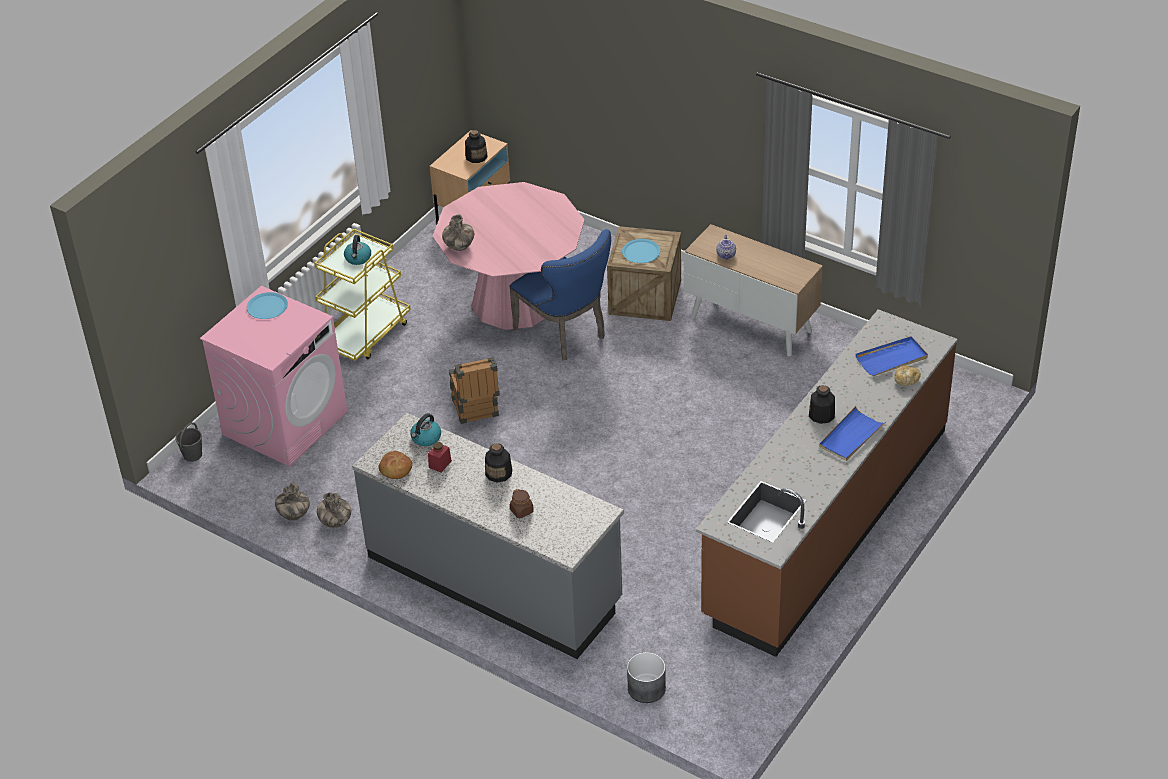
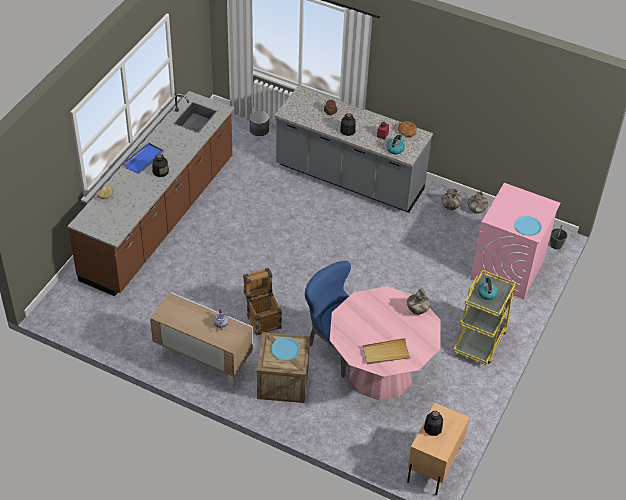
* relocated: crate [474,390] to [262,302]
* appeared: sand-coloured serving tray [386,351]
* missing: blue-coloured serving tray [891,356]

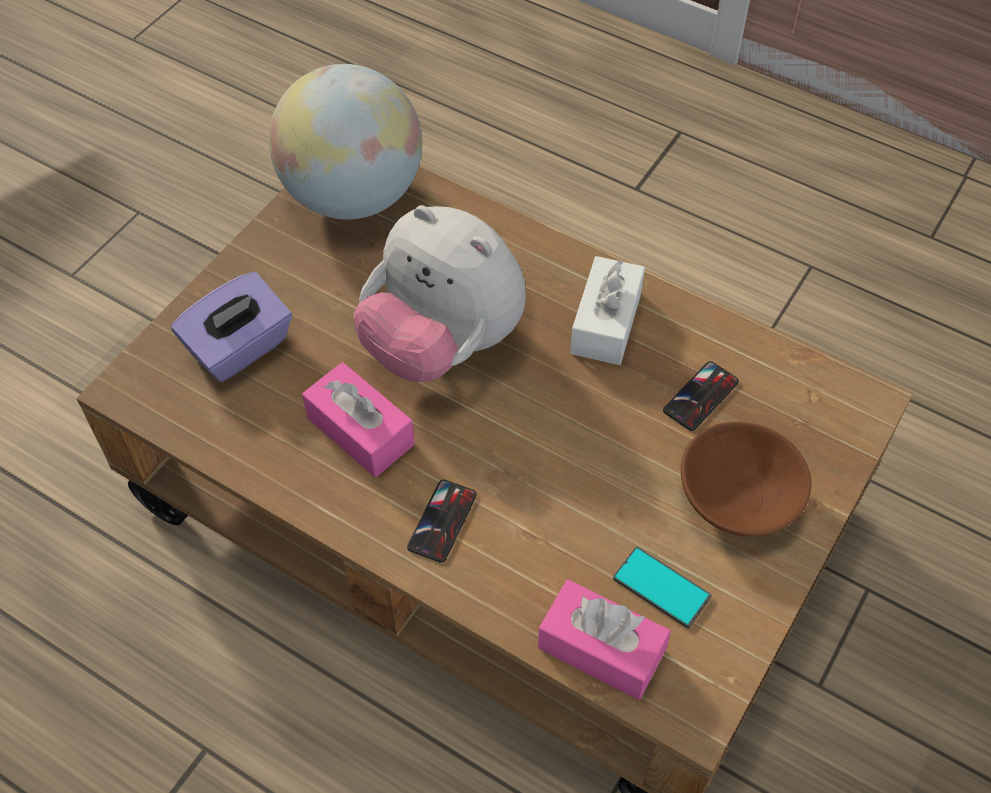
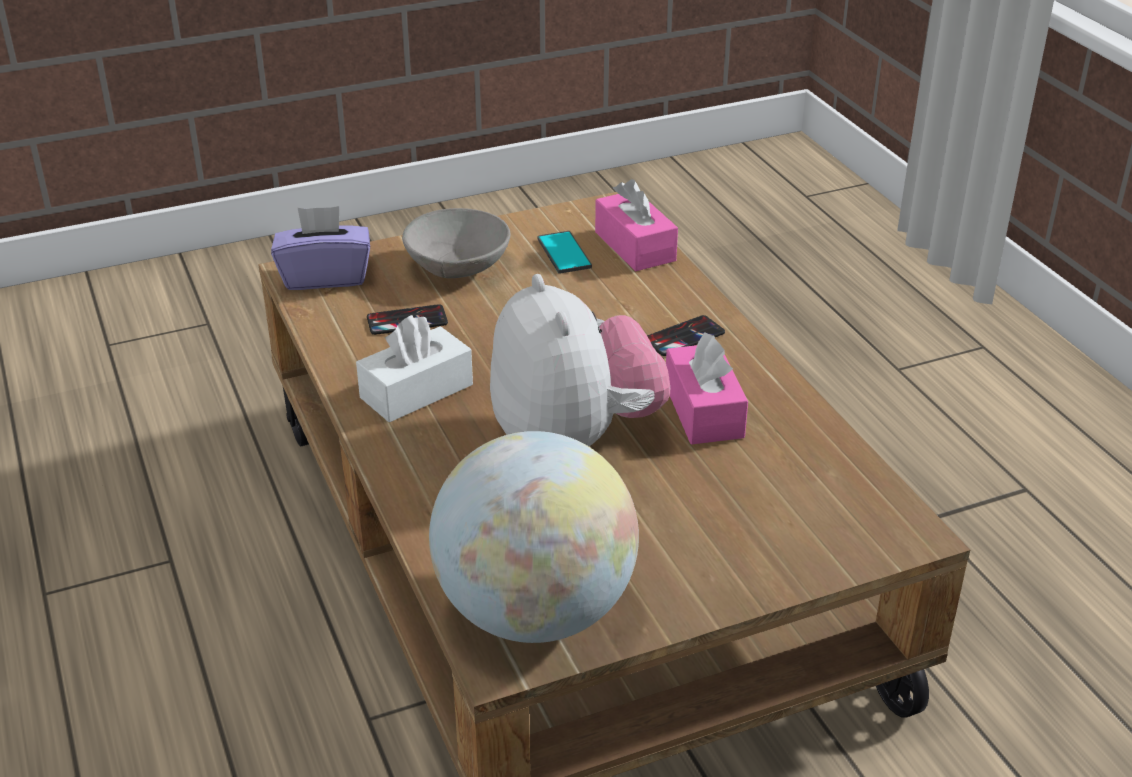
* relocated: purple tissue holder [231,327] to [320,248]
* colour: brown-coloured deep dish [746,479] to gray deep dish [456,243]

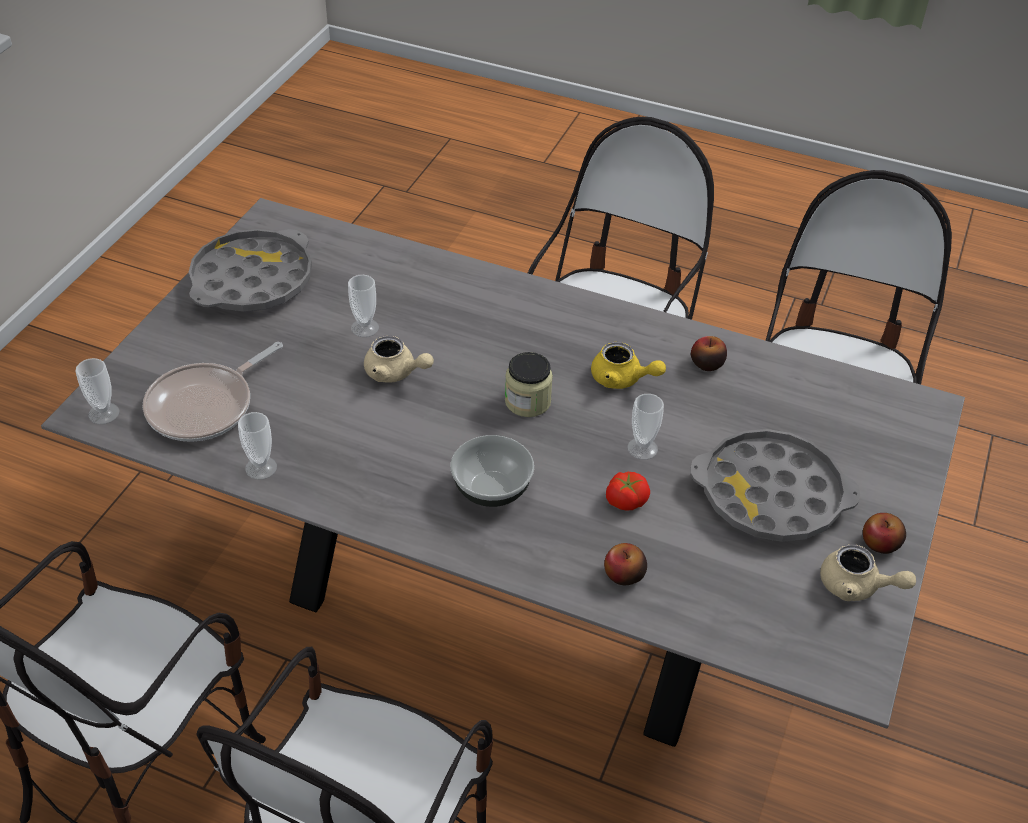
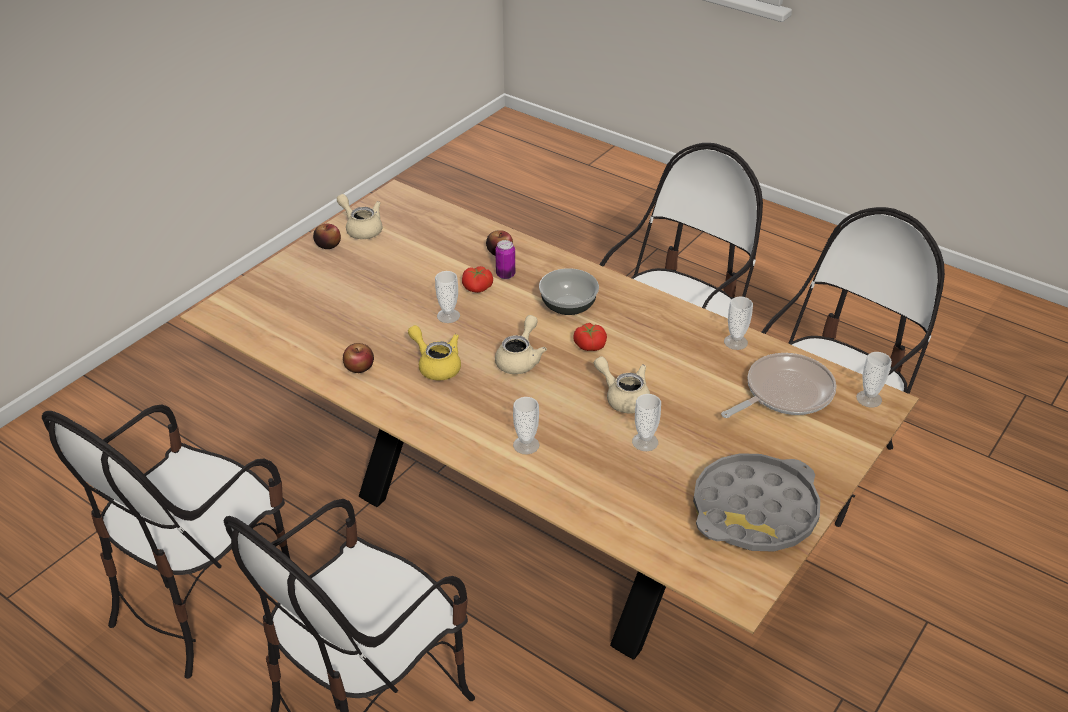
* colour: gray dining table [503,472] to brown-coloured dining table [549,420]
* appeared: metal can [505,259]
* exchanged: preserve jar [529,384] to sand-coloured tea pot [521,344]
* appeared: small cup [526,426]
* appeared: tomato [590,337]
* missing: gray serving tray [775,485]

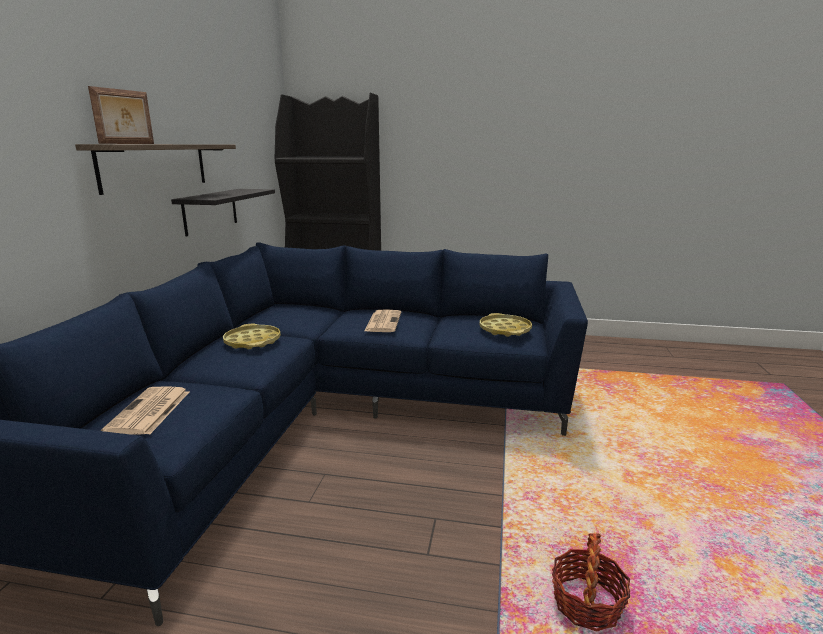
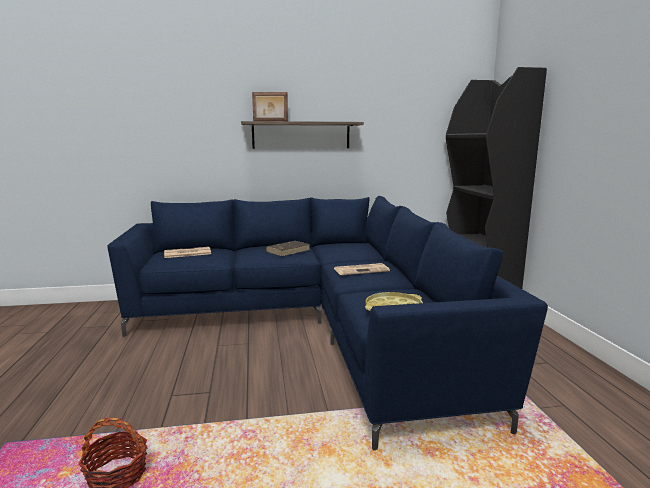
* exchanged: yellow serving tray [252,336] to brown-coloured volume [288,248]
* missing: black-coloured wall shelf [223,213]

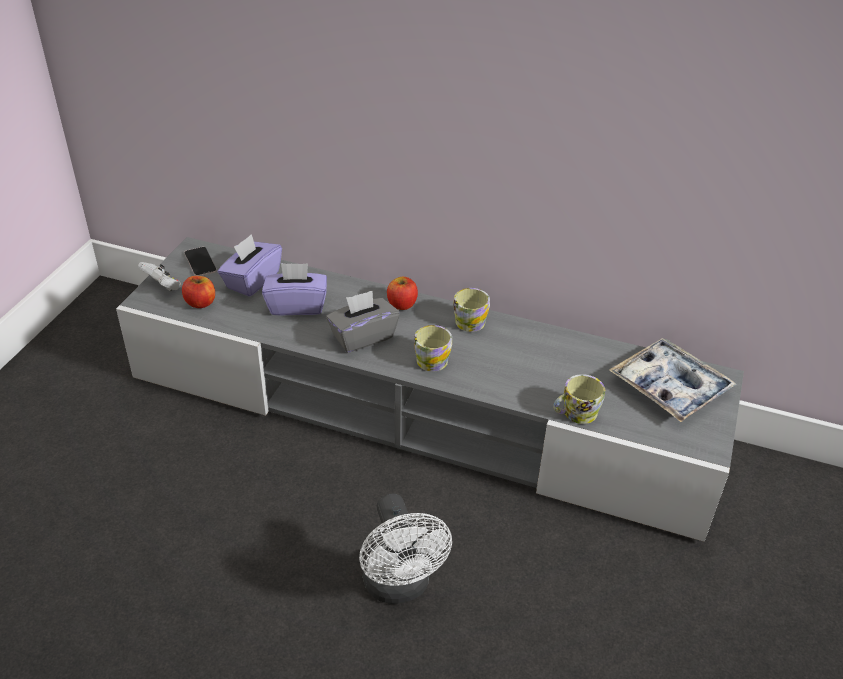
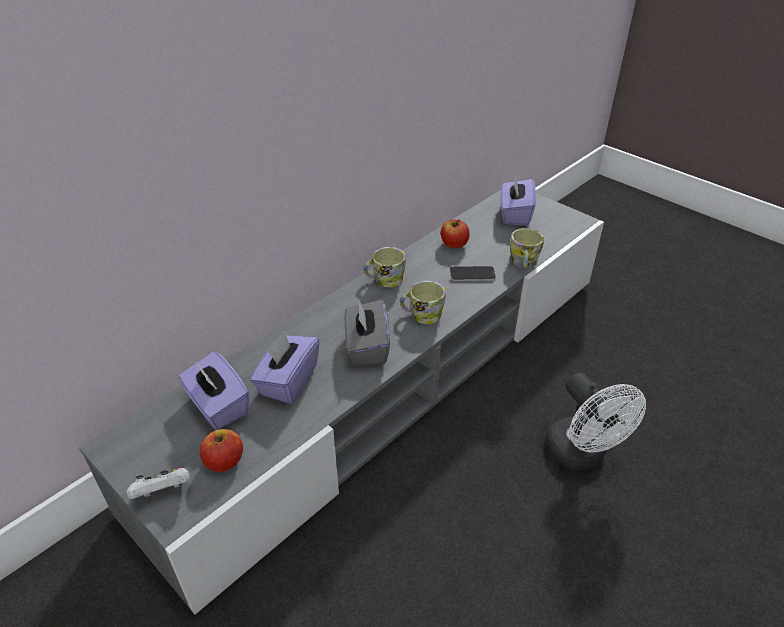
* relocated: whole apple [402,293] to [455,234]
* relocated: telephone [200,261] to [473,273]
* exchanged: serving tray [673,380] to purple tissue holder [518,200]
* spun: white-coloured fan [405,549] = [595,422] 60 degrees clockwise

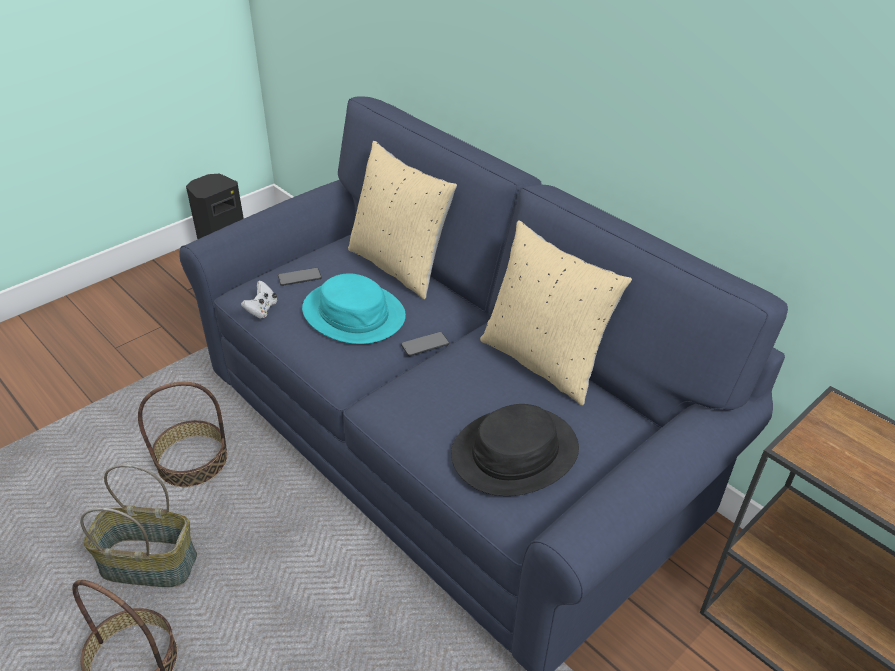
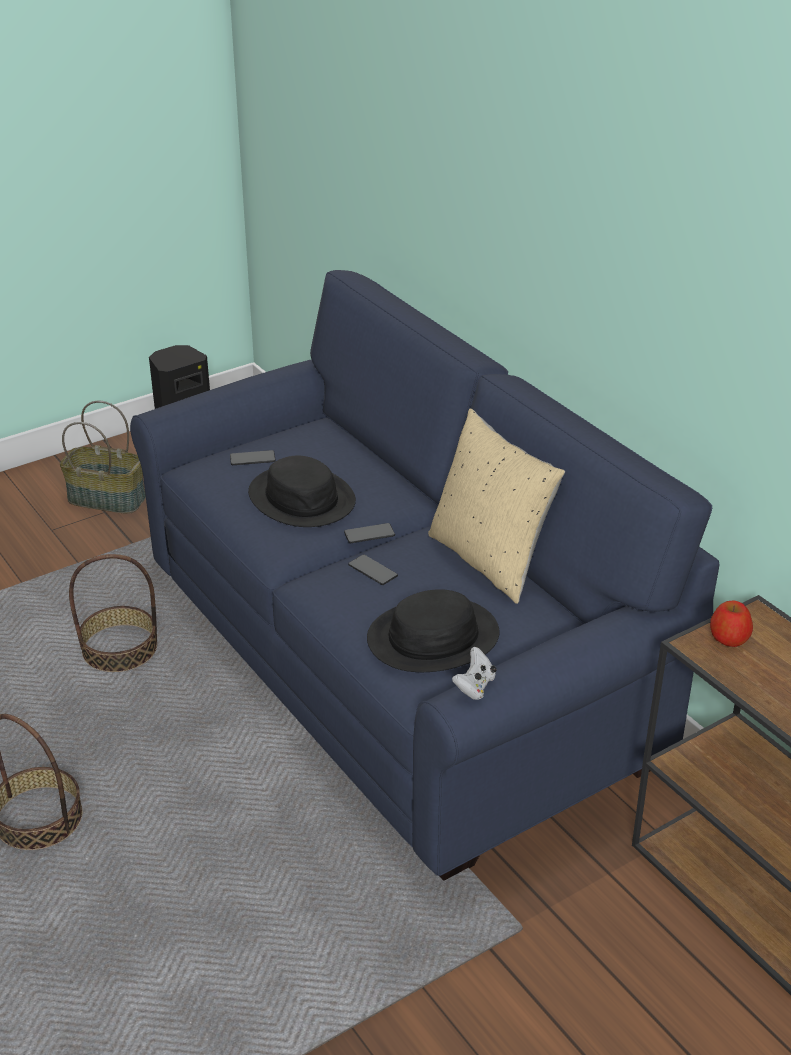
* relocated: storage basket [138,525] to [103,457]
* colour: turquoise-coloured hat [354,308] to black-coloured hat [302,491]
* appeared: telephone [373,569]
* relocated: white-coloured gamepad [259,300] to [474,673]
* appeared: whole apple [731,623]
* missing: sand-coloured cushion [402,220]

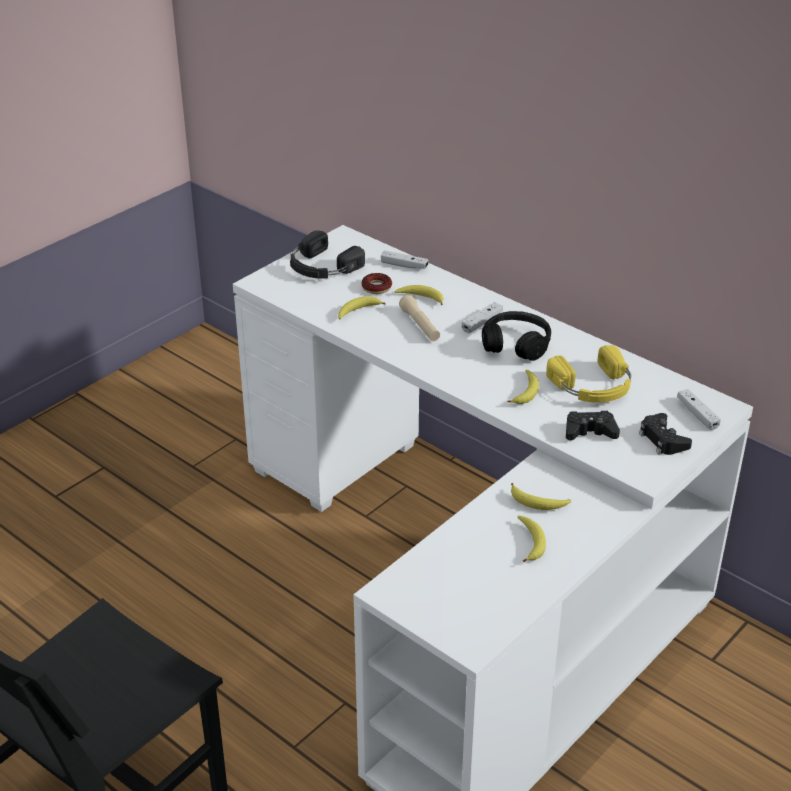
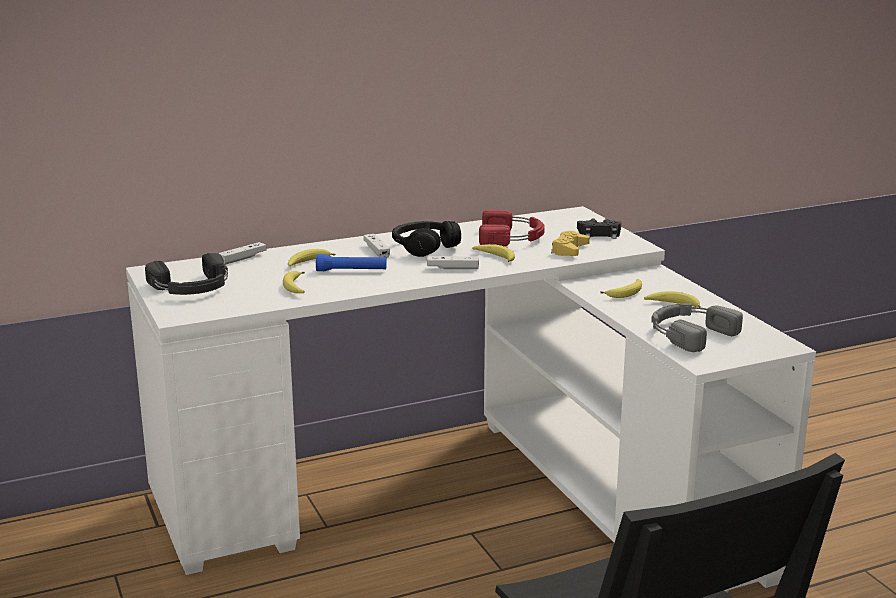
* colour: sand-coloured torch [419,318] to blue-coloured torch [351,262]
* relocated: white-coloured gamepad [699,409] to [453,262]
* colour: yellow headphones [588,374] to red-coloured headphones [512,227]
* colour: black-coloured gamepad [593,425] to yellow gamepad [570,243]
* appeared: gray headphones [697,327]
* missing: donut [376,283]

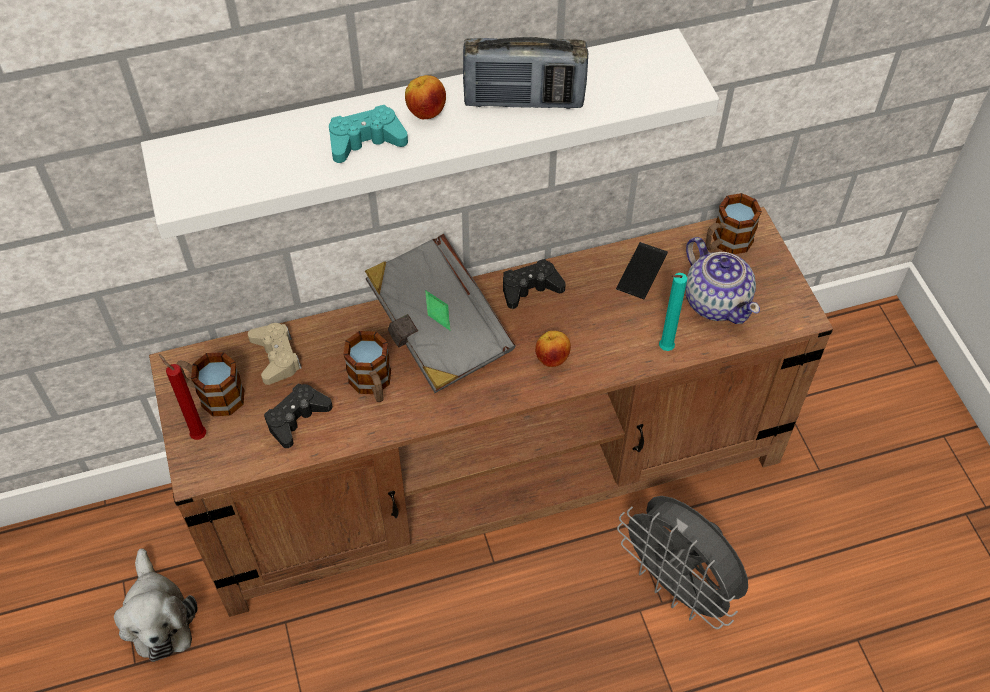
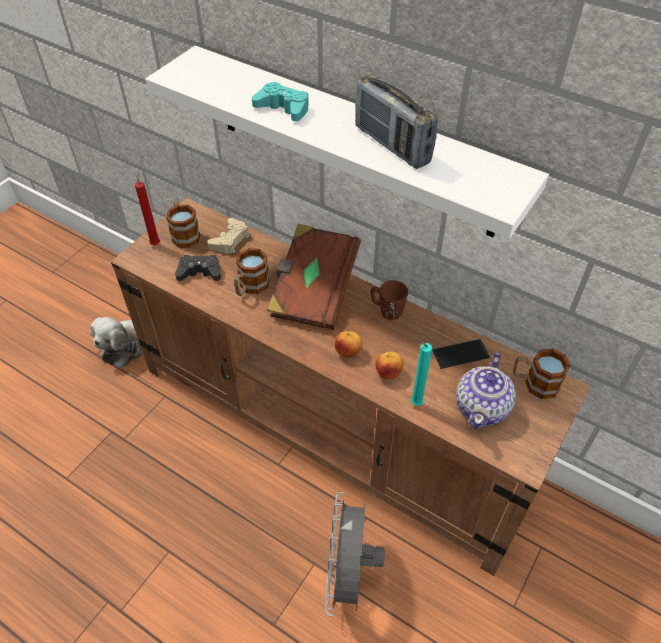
* colour: gray volume [440,313] to brown-coloured volume [314,276]
* exchanged: black-coloured gamepad [534,284] to brown-coloured mug [389,300]
* relocated: whole apple [425,97] to [389,365]

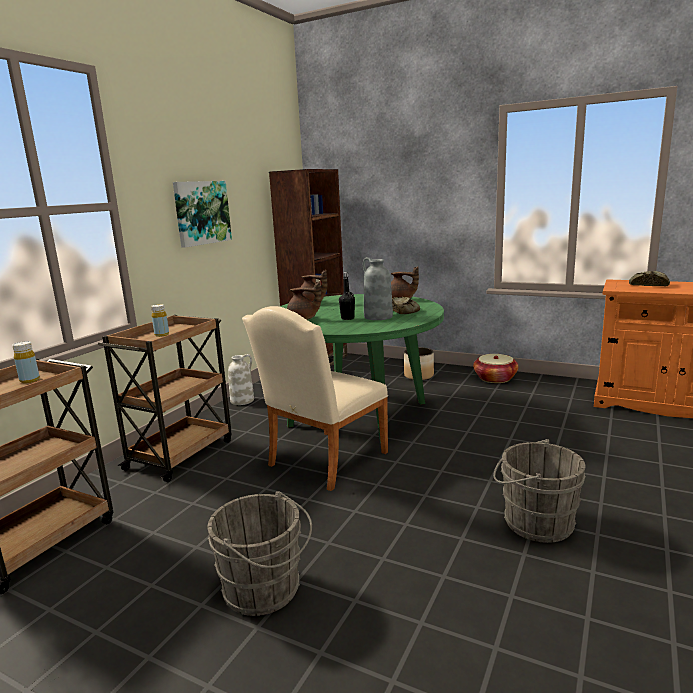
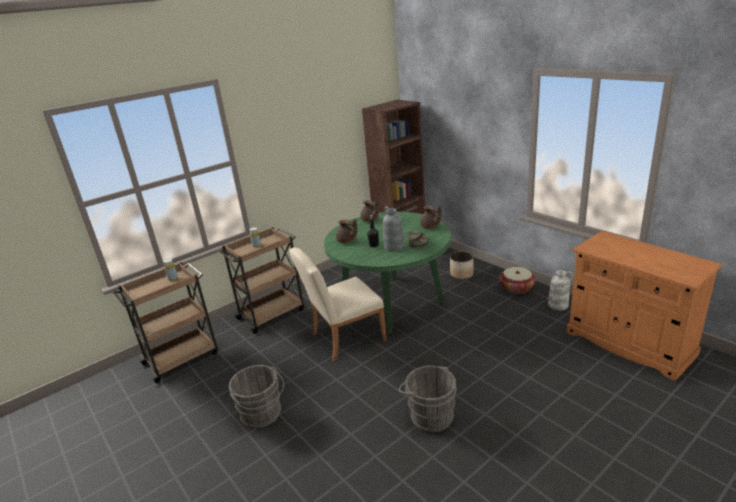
* relocated: white-coloured flower vase [241,379] to [560,290]
* missing: wall picture [202,214]
* missing: baked bread [649,278]

